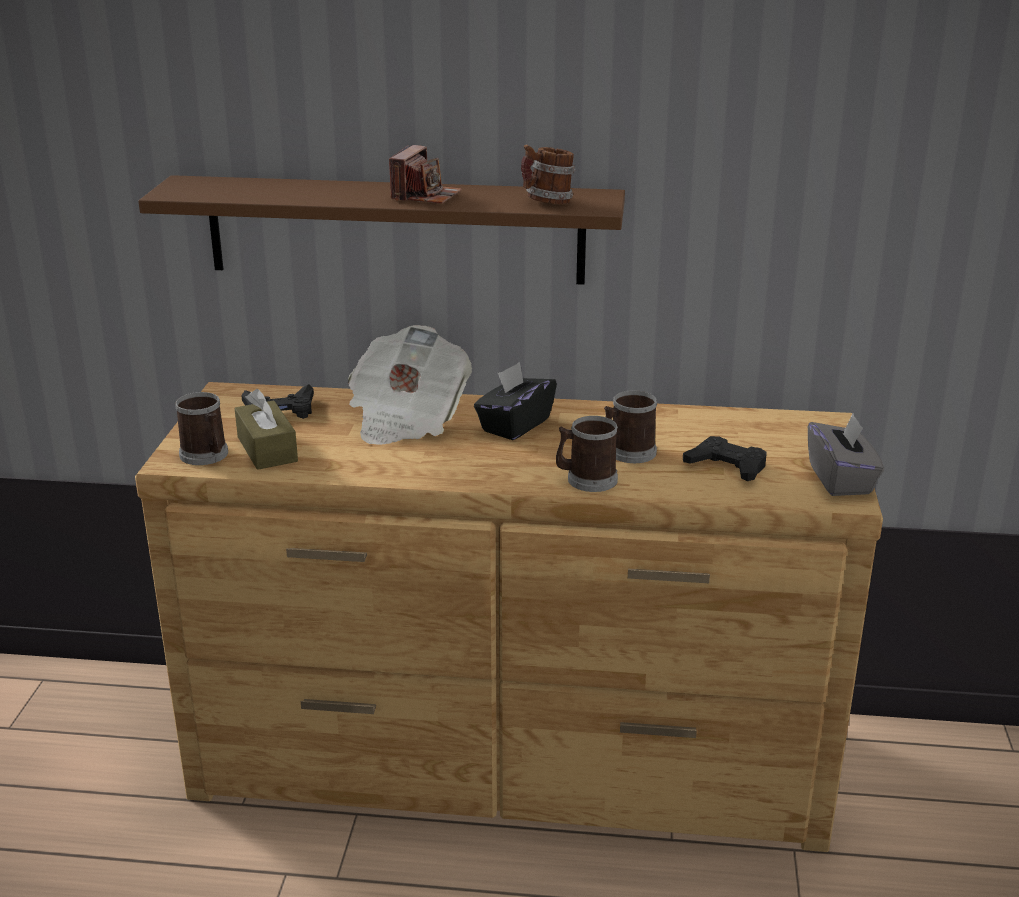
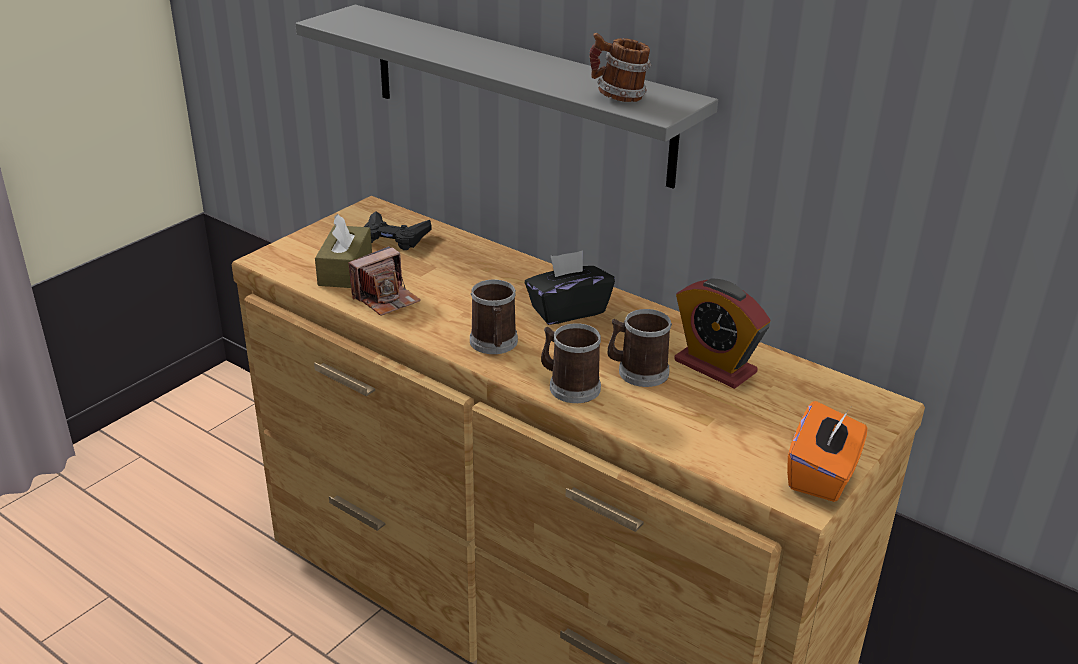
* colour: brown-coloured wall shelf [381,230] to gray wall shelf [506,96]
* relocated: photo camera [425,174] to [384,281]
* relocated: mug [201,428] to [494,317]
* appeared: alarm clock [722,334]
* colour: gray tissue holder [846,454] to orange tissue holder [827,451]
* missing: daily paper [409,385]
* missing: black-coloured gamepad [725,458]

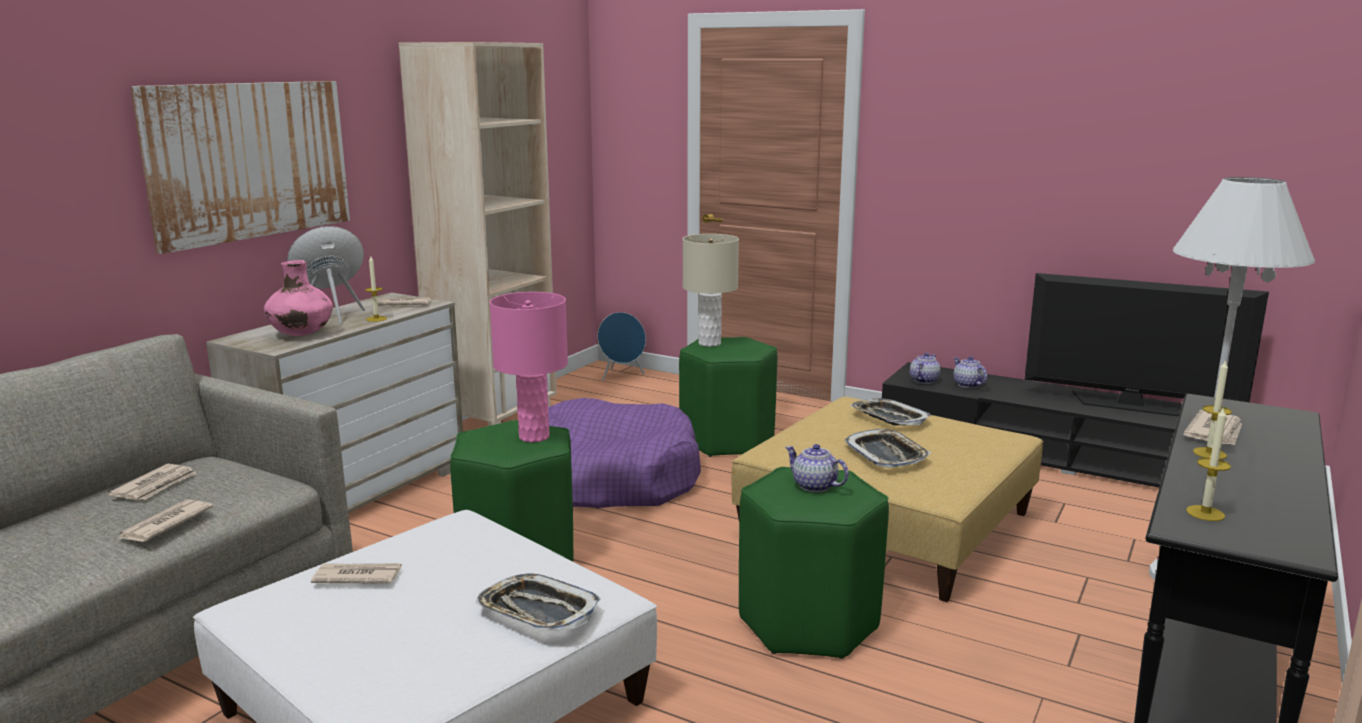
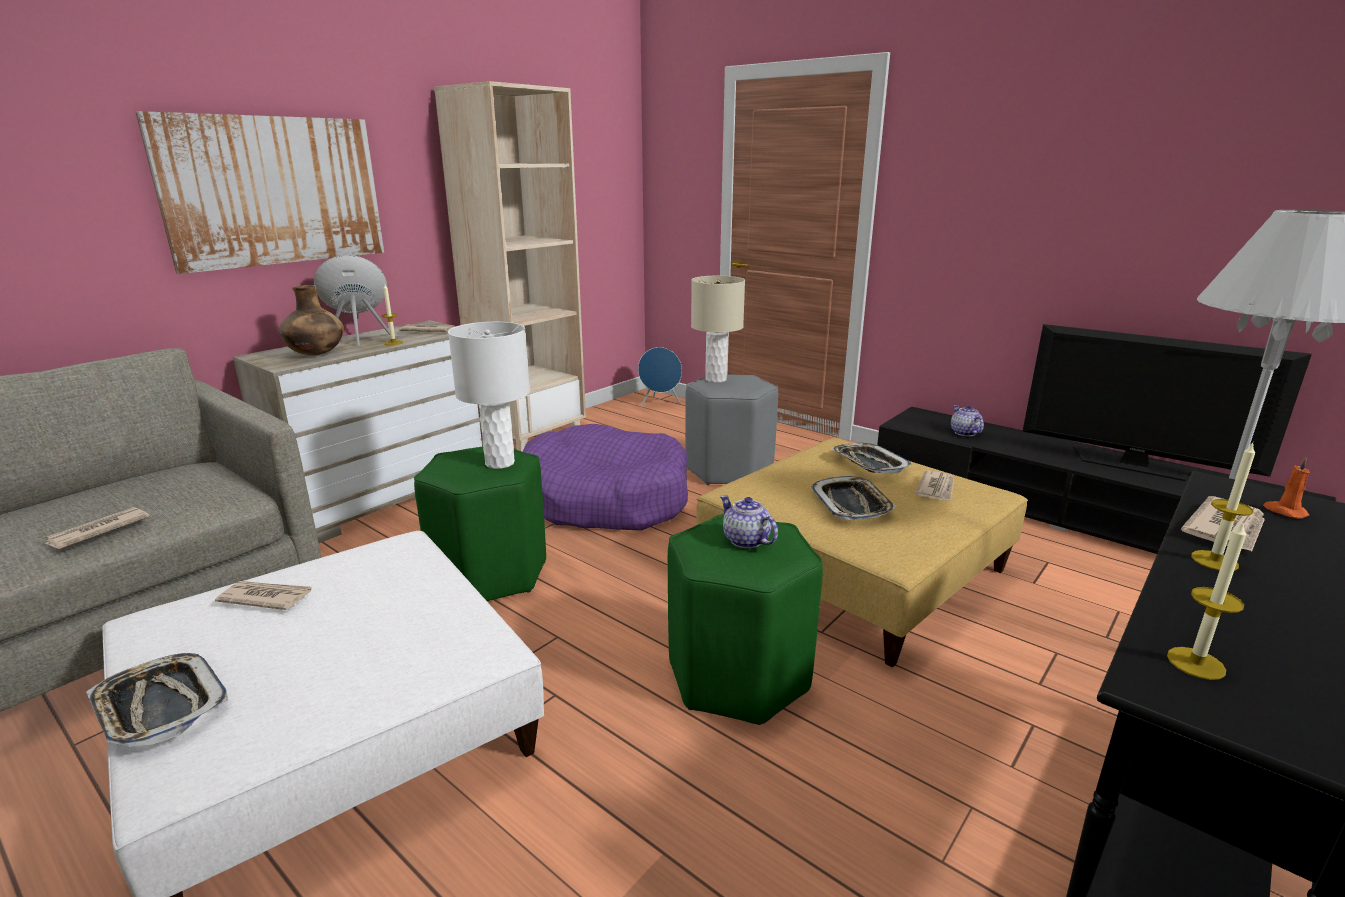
* relocated: serving tray [538,602] to [157,700]
* colour: pinkish flower vase [298,298] to brown-coloured flower vase [311,320]
* colour: pinkish lamp for a table [528,367] to white-coloured lamp for a table [489,395]
* colour: green stool seat [728,397] to gray stool seat [731,430]
* relocated: daily paper [152,482] to [934,485]
* appeared: orange wax candle [1286,488]
* missing: tea pot [925,368]

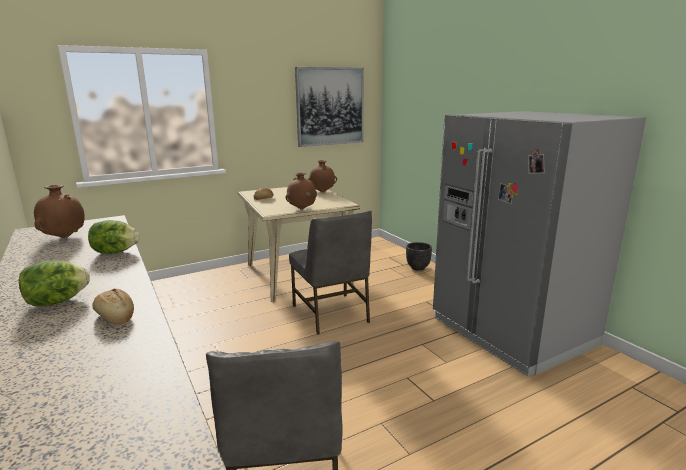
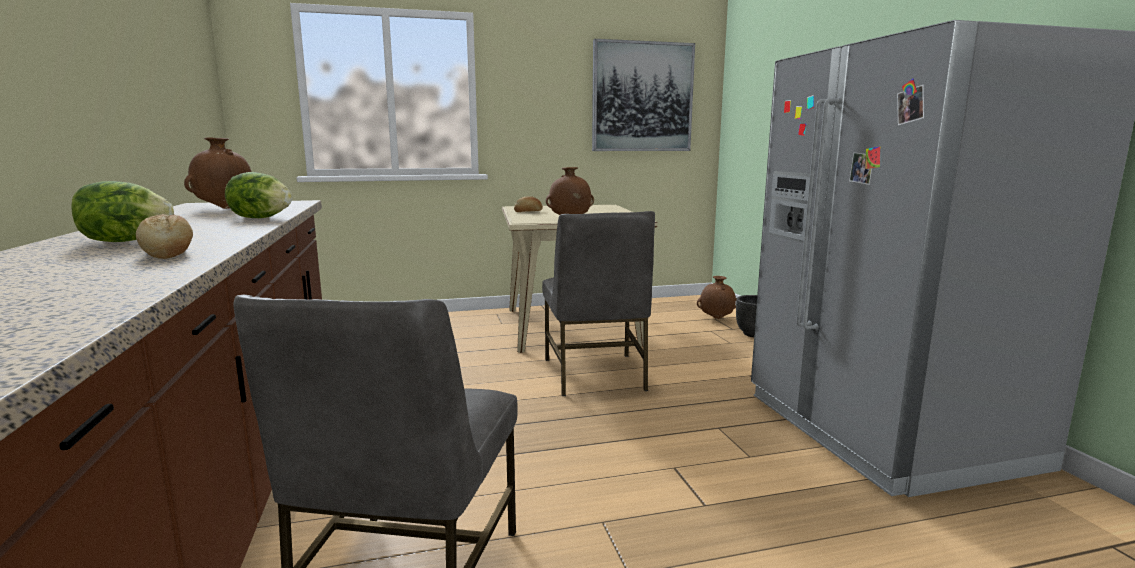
* relocated: brown-coloured flower vase [322,176] to [717,297]

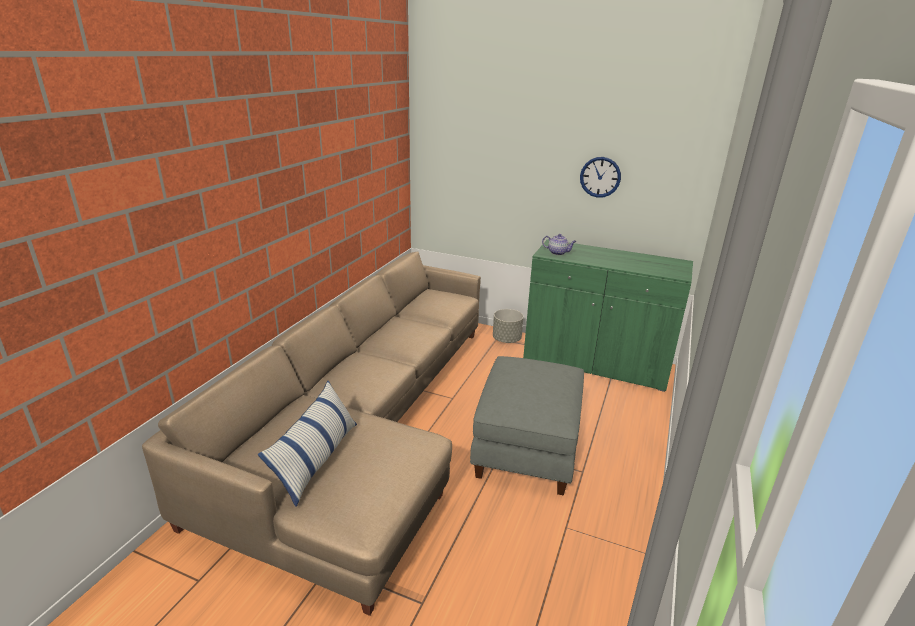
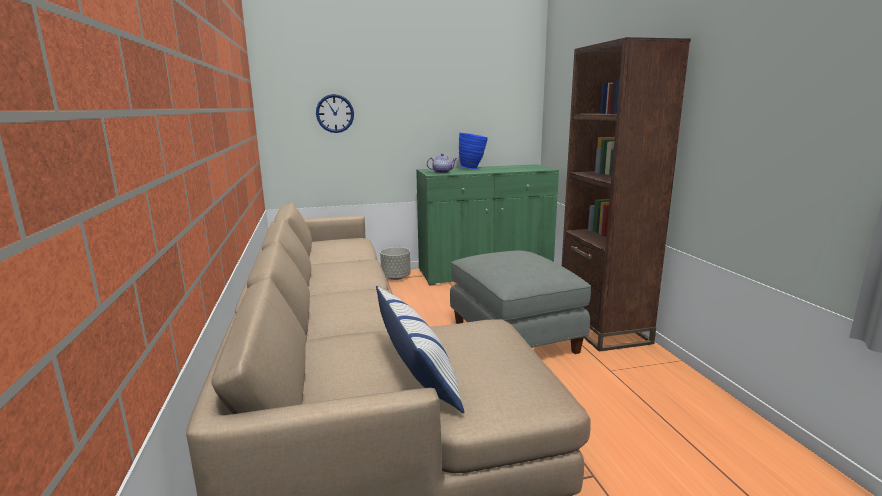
* relocated: wall clock [600,177] to [335,113]
* appeared: blue-coloured flower vase [473,150]
* appeared: brown-coloured shelving unit [626,194]

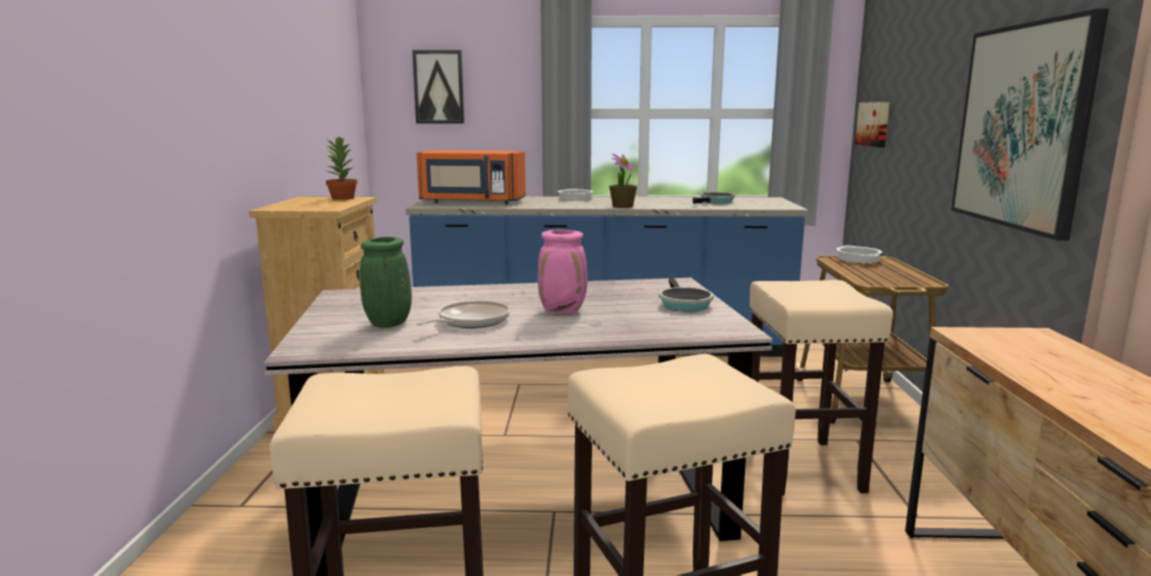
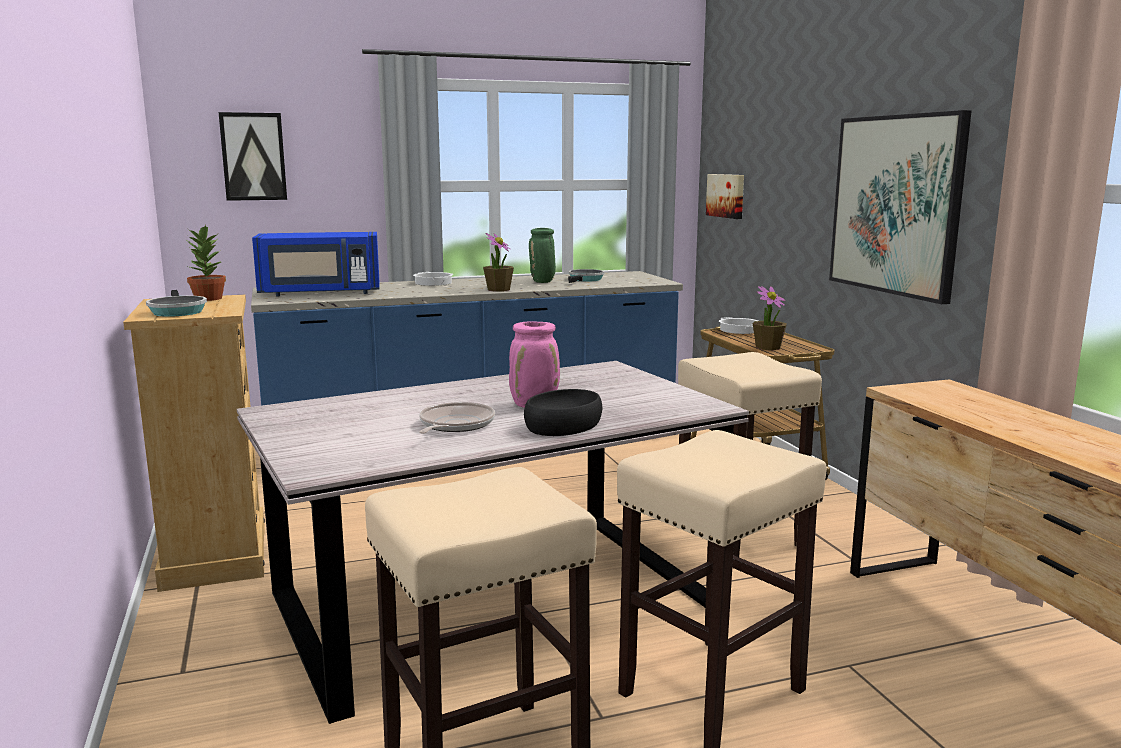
* relocated: pan [686,295] to [176,303]
* colour: orange microwave [471,177] to blue-coloured microwave [316,264]
* appeared: black-coloured deep dish [563,412]
* relocated: green flower vase [385,282] to [542,255]
* appeared: plant in a pot [770,318]

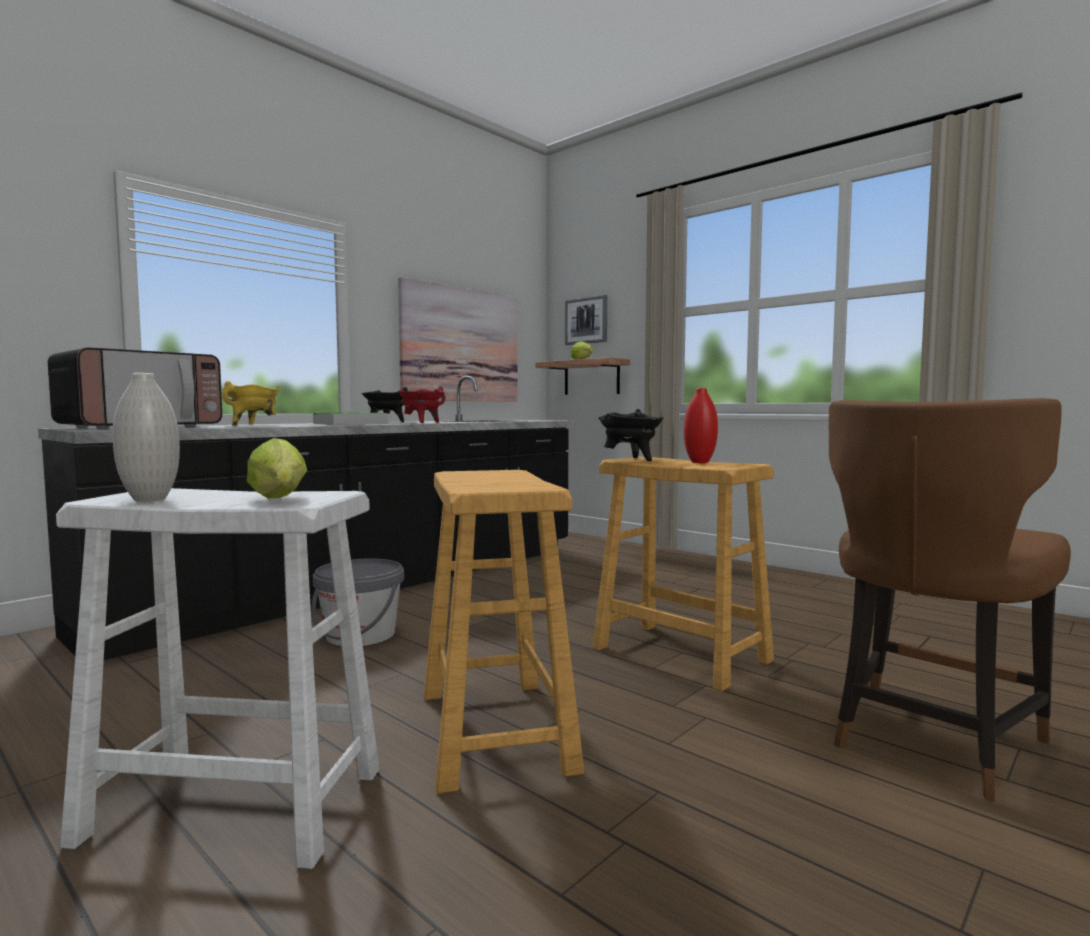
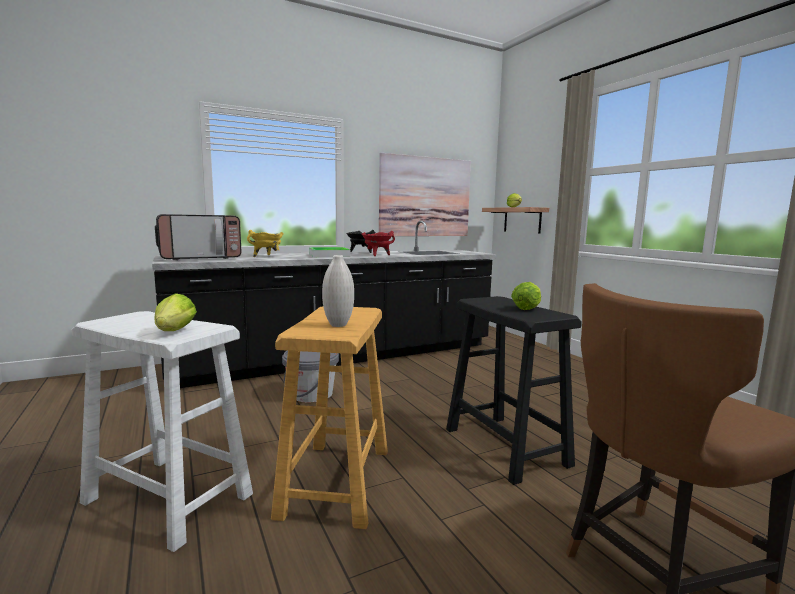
* relocated: white-coloured flower vase [146,437] to [338,291]
* colour: sand-coloured stool seat [683,574] to black-coloured stool seat [514,390]
* exchanged: red-coloured flower vase [701,425] to lettuce head [526,296]
* missing: wall picture [586,320]
* missing: black-coloured stockpot [631,435]

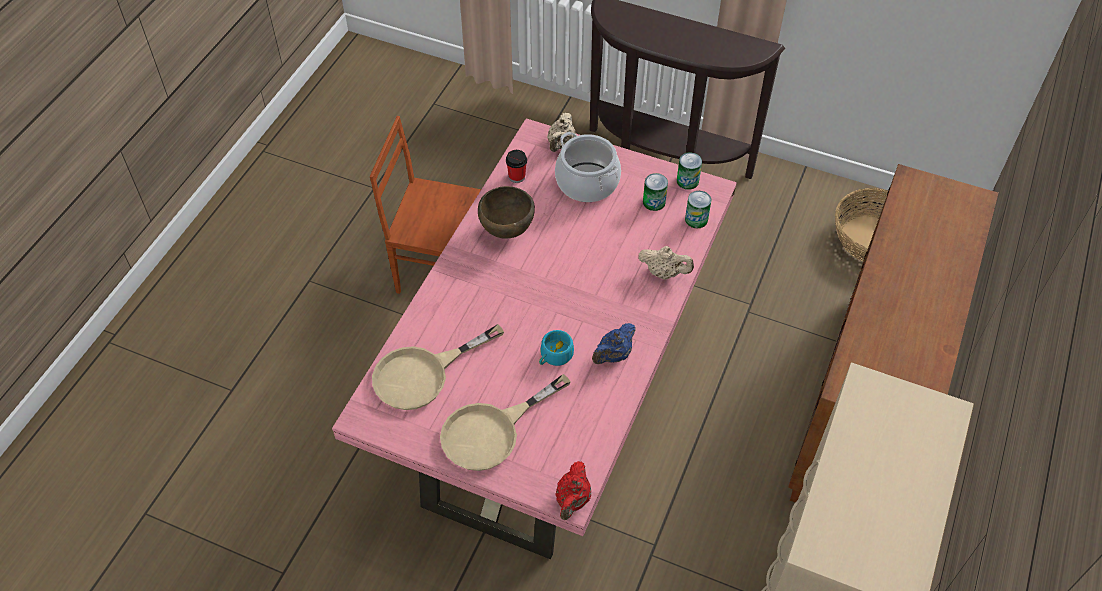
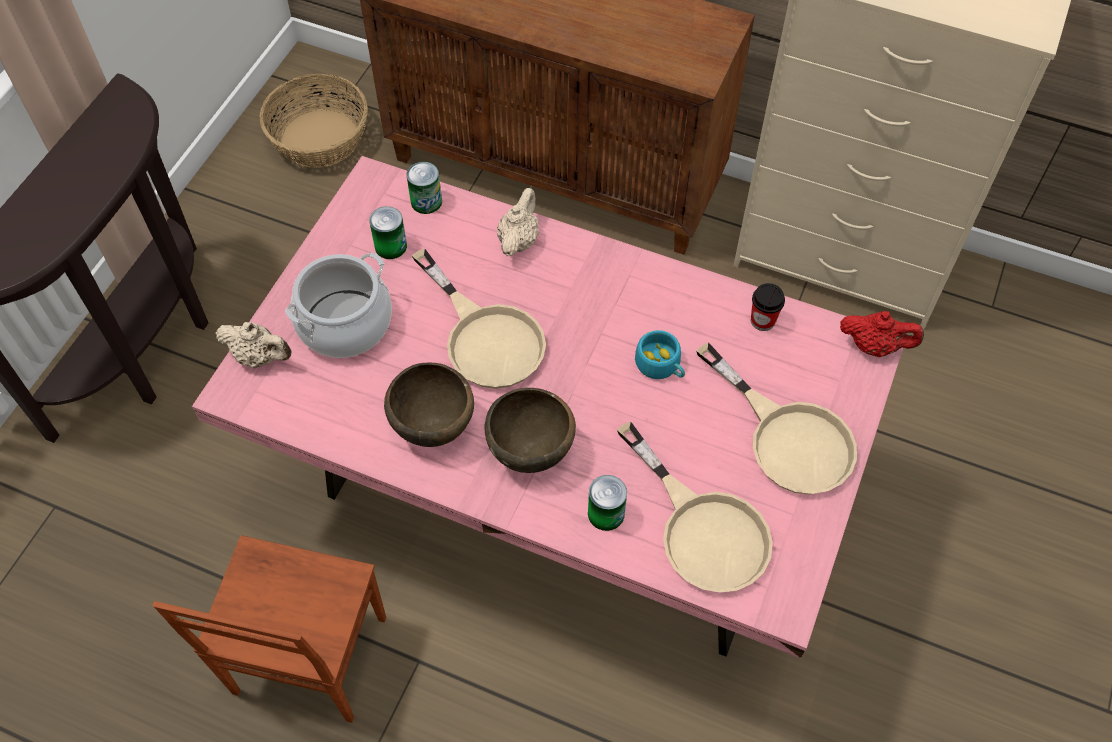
* appeared: sand-coloured pan [479,319]
* appeared: brown-coloured deep dish [530,430]
* relocated: metal can [689,171] to [607,503]
* relocated: small cup [516,166] to [768,307]
* missing: blue-coloured tea pot [614,343]

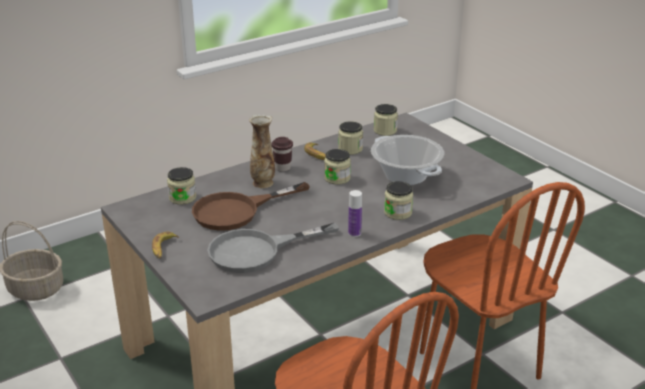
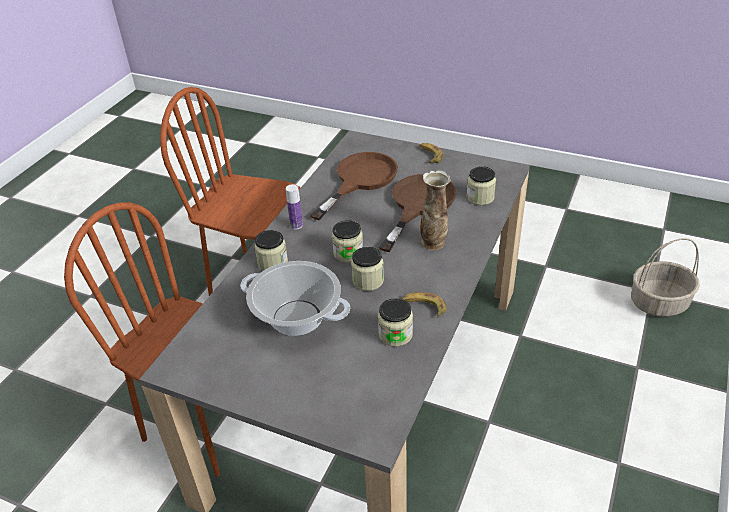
* colour: gray pan [273,248] to brown-coloured pan [354,186]
* relocated: preserve jar [386,120] to [347,241]
* missing: brown-coloured small cup [282,154]

